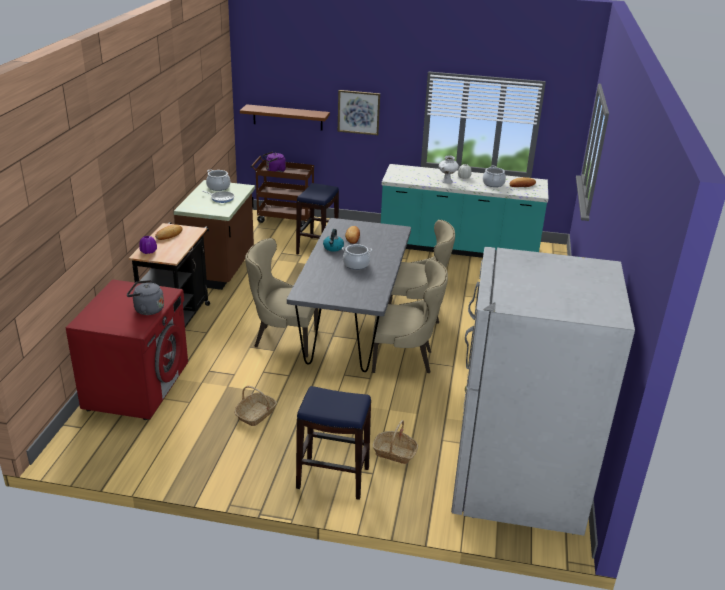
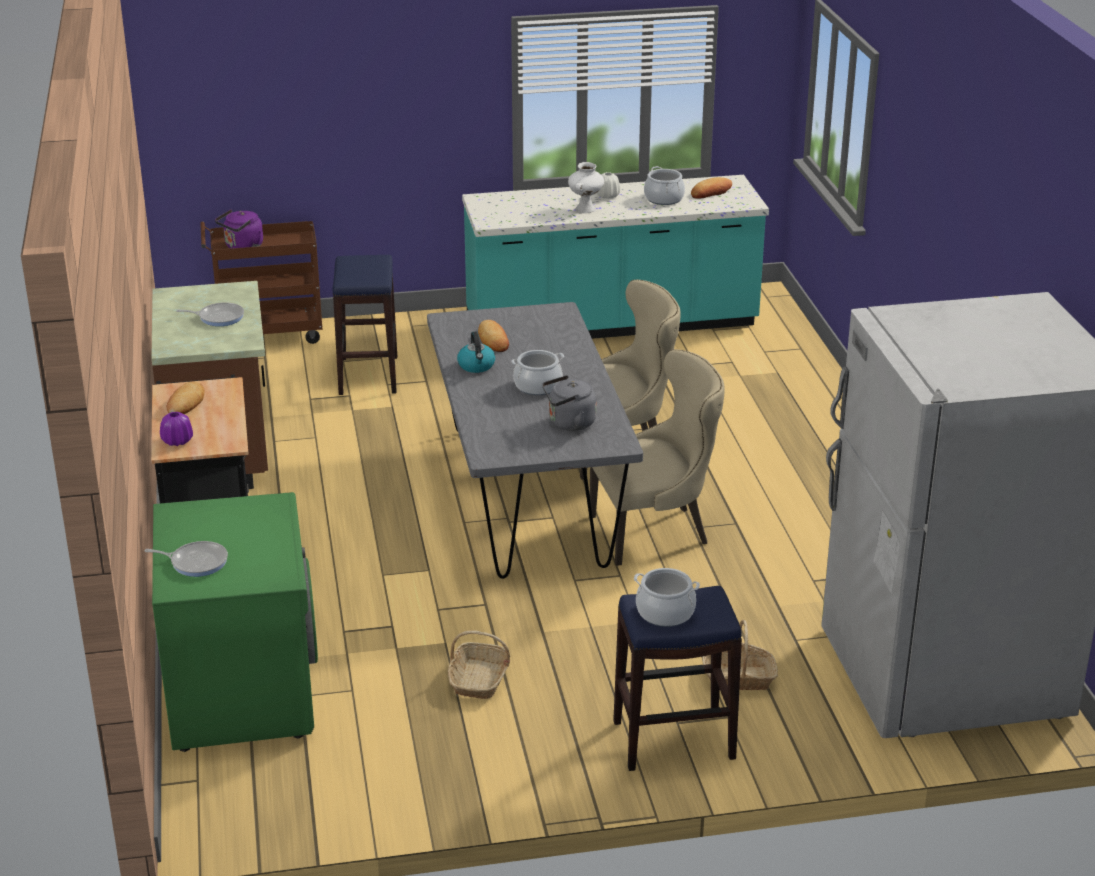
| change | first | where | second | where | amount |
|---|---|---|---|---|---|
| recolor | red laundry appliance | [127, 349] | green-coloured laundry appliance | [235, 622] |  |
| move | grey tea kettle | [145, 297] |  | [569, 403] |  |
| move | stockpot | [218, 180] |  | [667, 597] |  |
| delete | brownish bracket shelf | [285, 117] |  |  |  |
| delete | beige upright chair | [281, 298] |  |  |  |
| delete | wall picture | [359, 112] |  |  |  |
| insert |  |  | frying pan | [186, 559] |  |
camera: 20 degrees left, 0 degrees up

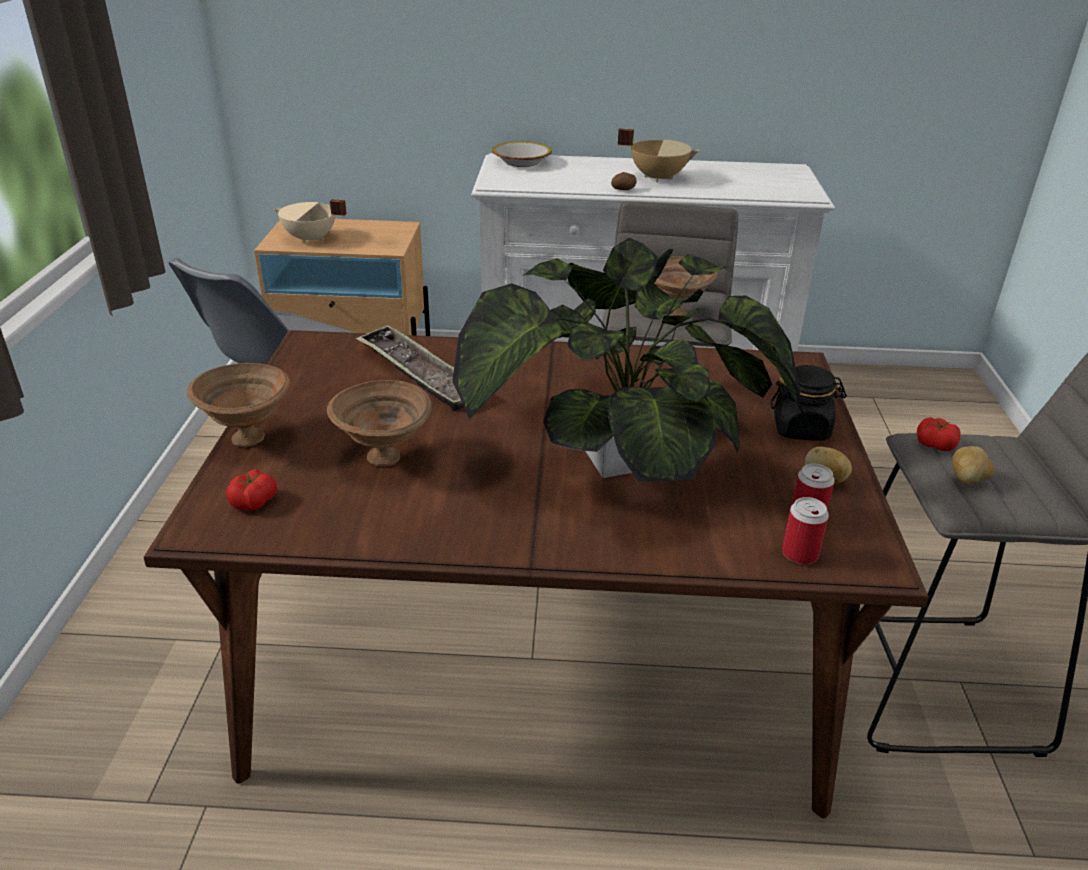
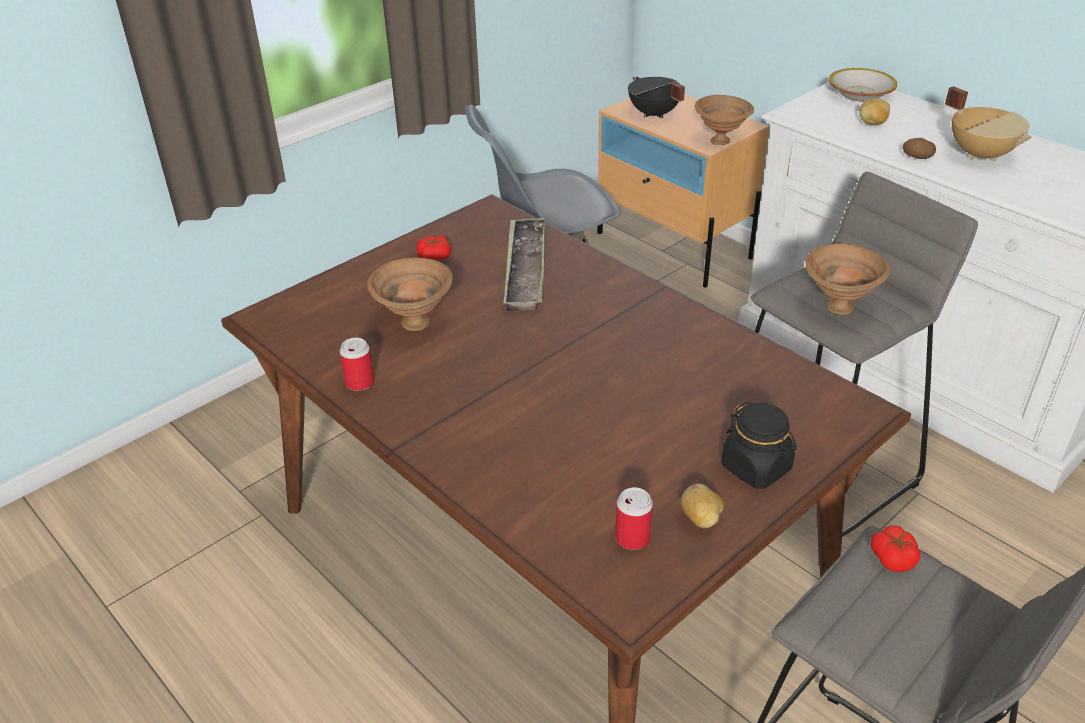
| change | first | where | second | where | amount |
|---|---|---|---|---|---|
| move | brownish bowl | [238, 405] |  | [724, 120] |  |
| move | tomato | [251, 490] |  | [433, 248] |  |
| recolor | beige stockpot | [310, 221] | blackish stockpot | [656, 97] |  |
| delete | houseplant | [627, 359] |  |  |  |
| move | sealed can | [805, 530] |  | [357, 364] |  |
| move | whole potato | [973, 465] |  | [875, 111] |  |
camera: 45 degrees right, 5 degrees up

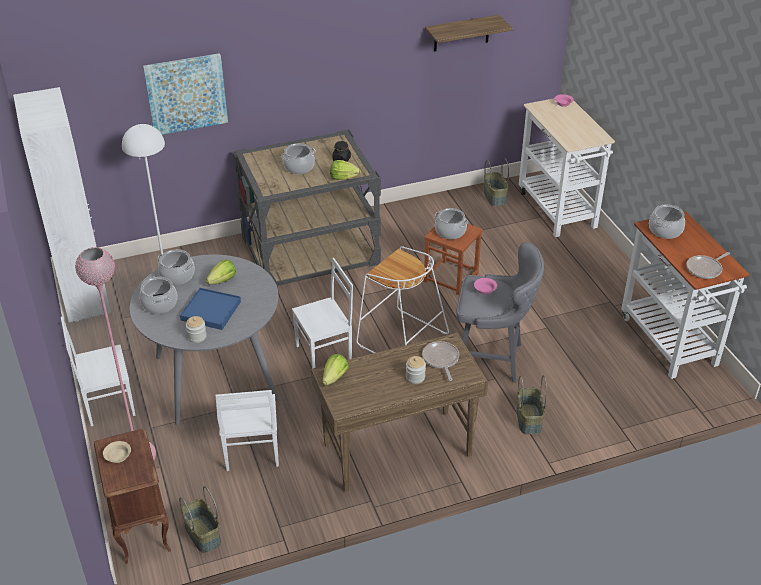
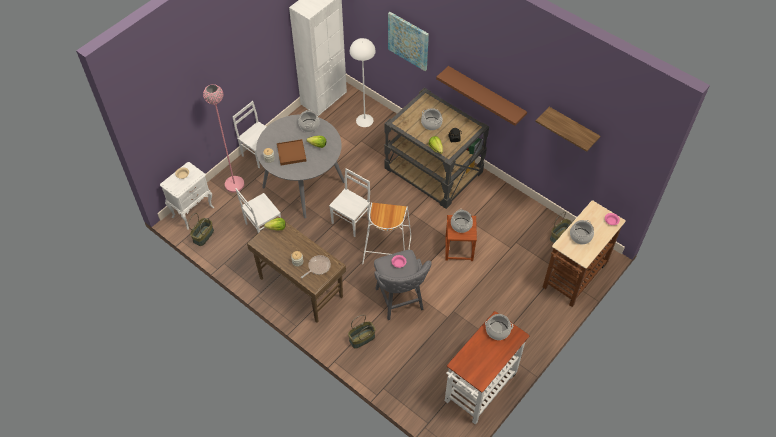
| change | first | where | second | where | amount |
|---|---|---|---|---|---|
| recolor | brownish bedside table | [132, 497] | whitish bedside table | [187, 196] |  |
| move | stockpot | [158, 295] |  | [582, 232] |  |
| recolor | bluish carrying tray | [210, 309] | brownish carrying tray | [291, 152] |  |
| rotate | whitish upright chair | [322, 313] |  | [349, 202] | 90 degrees counterclockwise |
| recolor | whitish trolley | [567, 167] | brownish trolley | [584, 253] |  |
| delete | frying pan | [708, 265] |  |  |  |
| insert |  |  | brownish bracket shelf | [481, 96] |  |
camera: 60 degrees right, 15 degrees up

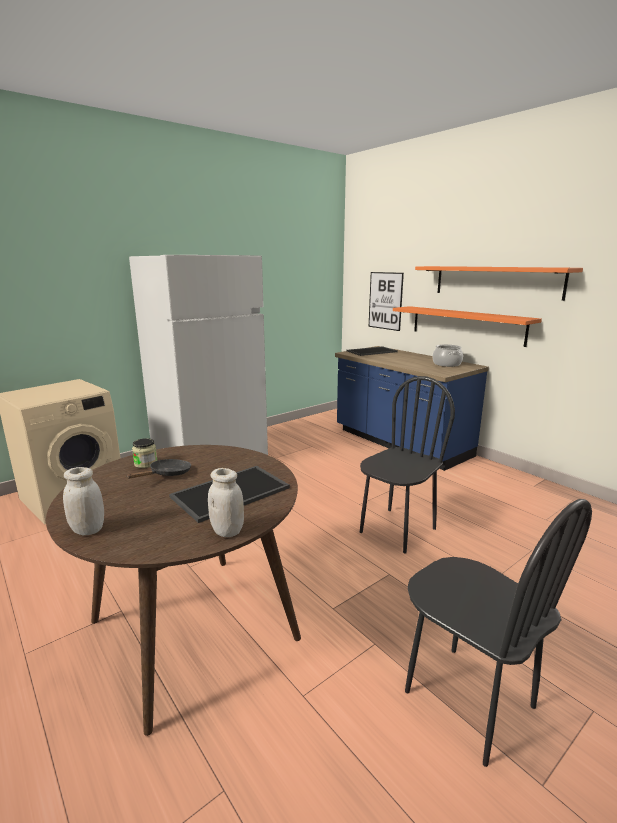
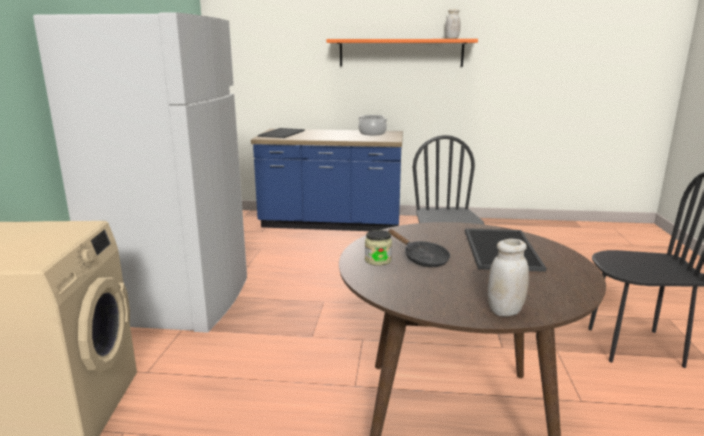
| change | first | where | second | where | amount |
|---|---|---|---|---|---|
| rotate | blackish frying pan | [158, 468] |  | [419, 248] | 150 degrees clockwise |
| move | whitish preserve jar | [226, 502] |  | [452, 24] |  |
| delete | wall picture | [386, 301] |  |  |  |
| delete | orange bracket shelf | [467, 326] |  |  |  |
camera: 45 degrees left, 0 degrees up

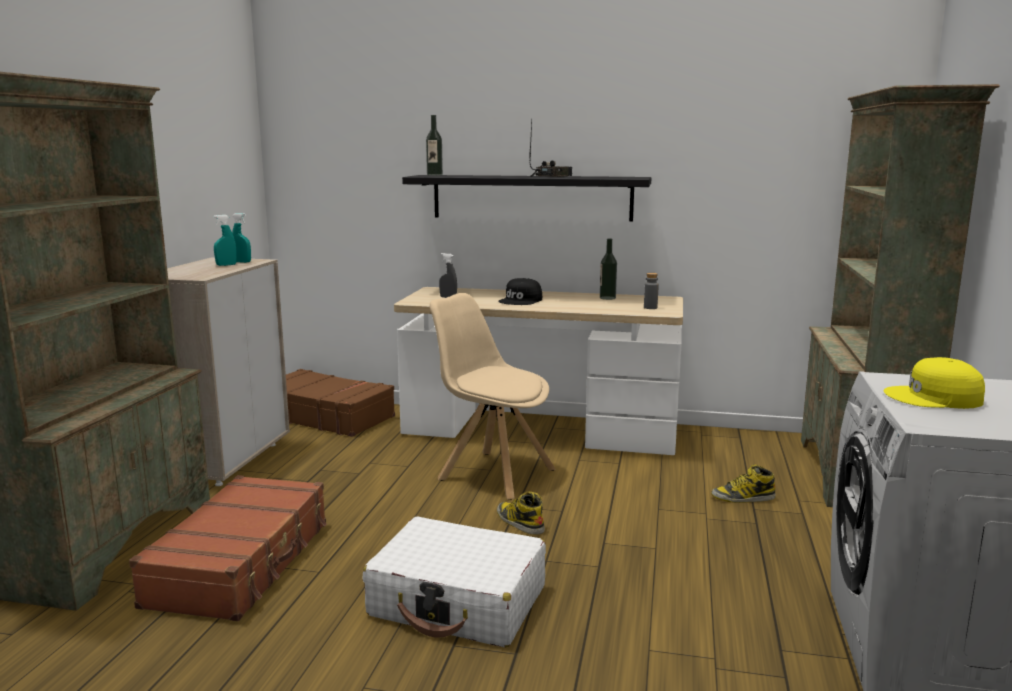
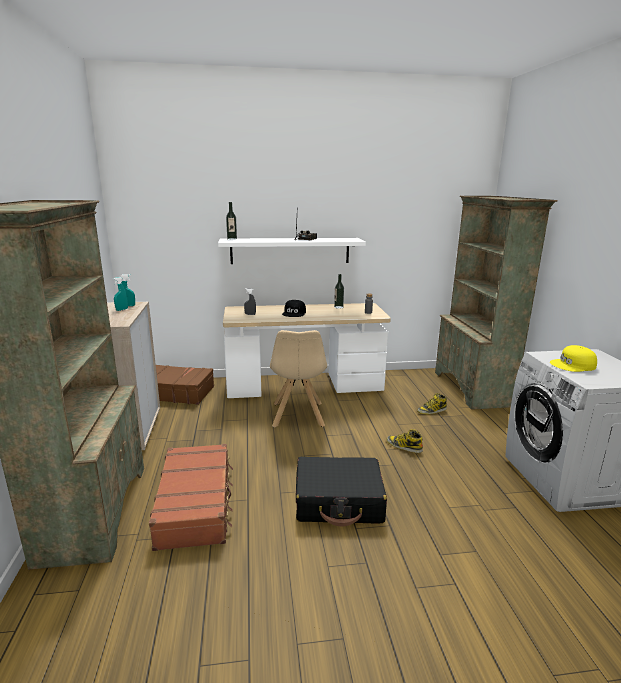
| change | first | where | second | where | amount |
|---|---|---|---|---|---|
| recolor | whitish suitcase | [454, 582] | blackish suitcase | [341, 491] |  |
| recolor | blackish bracket shelf | [526, 198] | whitish bracket shelf | [292, 251] |  |
| rotate | beige upright chair | [493, 396] |  | [298, 378] | 105 degrees counterclockwise |
| move | high-top boot | [521, 513] |  | [404, 441] |  |
camera: 20 degrees left, 5 degrees up

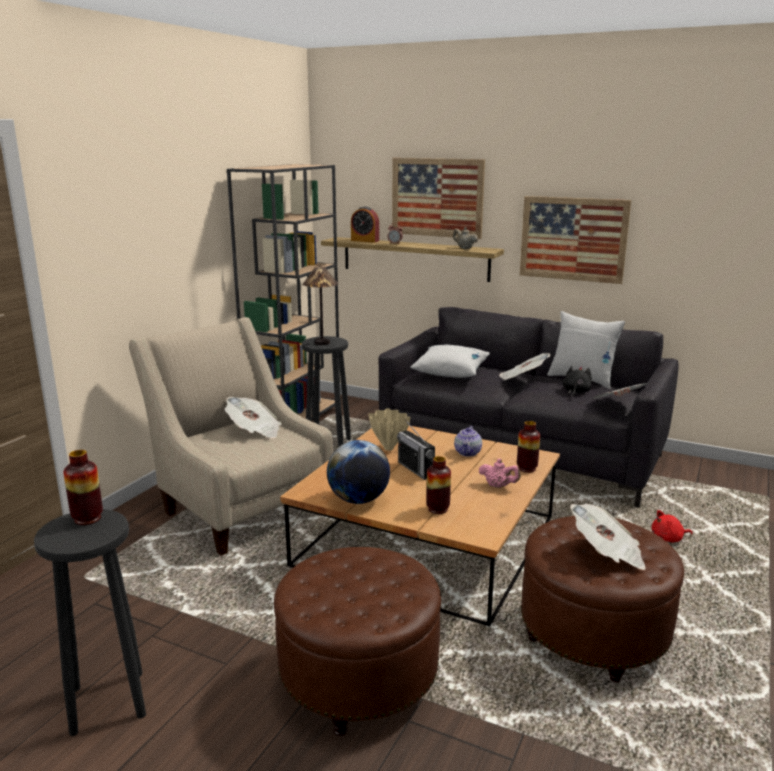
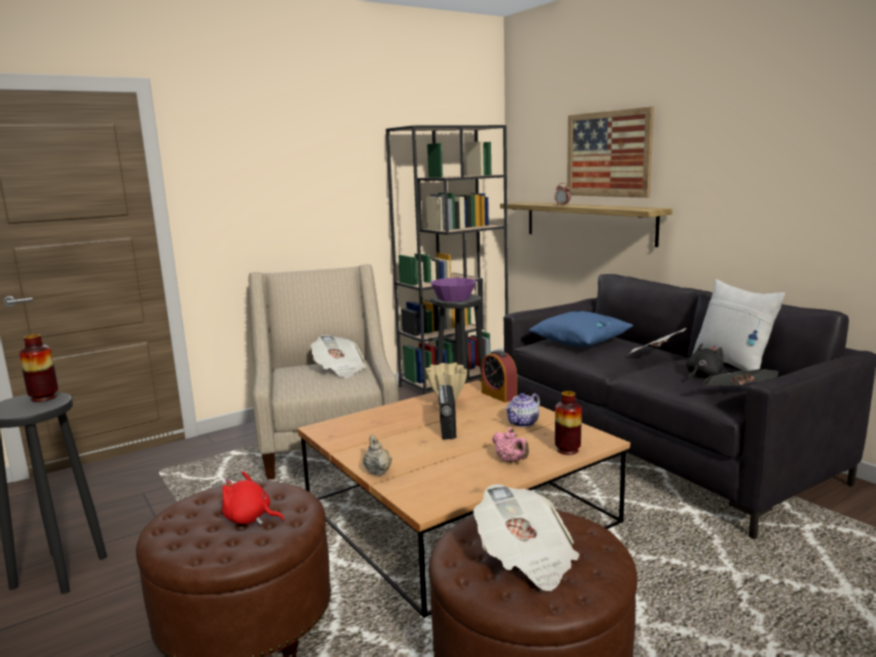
| change | first | where | second | where | amount |
|---|---|---|---|---|---|
| replace | lamp for a table | [320, 306] | purple-coloured bowl | [453, 290] |  |
| delete | world globe | [358, 472] |  |  |  |
| move | alarm clock | [365, 225] |  | [499, 376] |  |
| recolor | grey throw pillow | [450, 361] | bluish throw pillow | [581, 329] |  |
| delete | flower vase | [438, 485] |  |  |  |
| move | beige pot for tea | [465, 238] |  | [377, 455] |  |
| delete | wall picture | [575, 240] |  |  |  |
| move | red cuddly toy | [672, 526] |  | [253, 498] |  |
camera: 30 degrees right, 5 degrees down

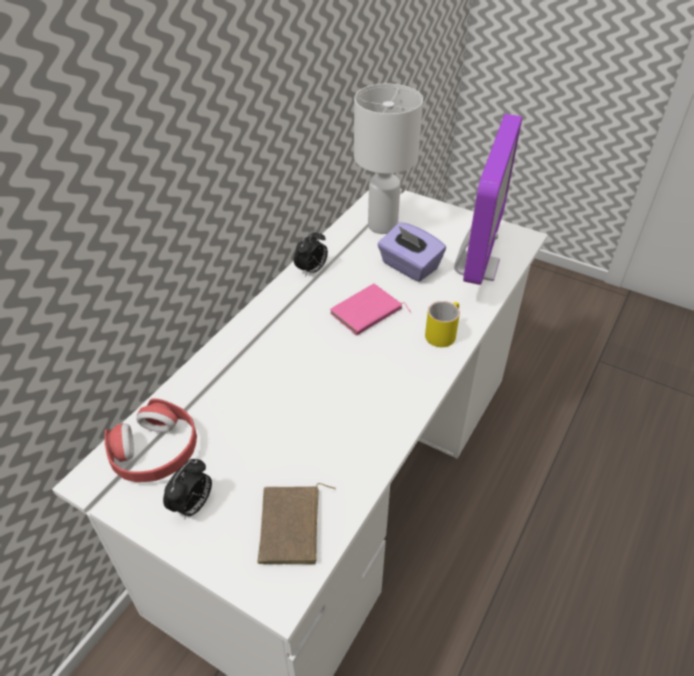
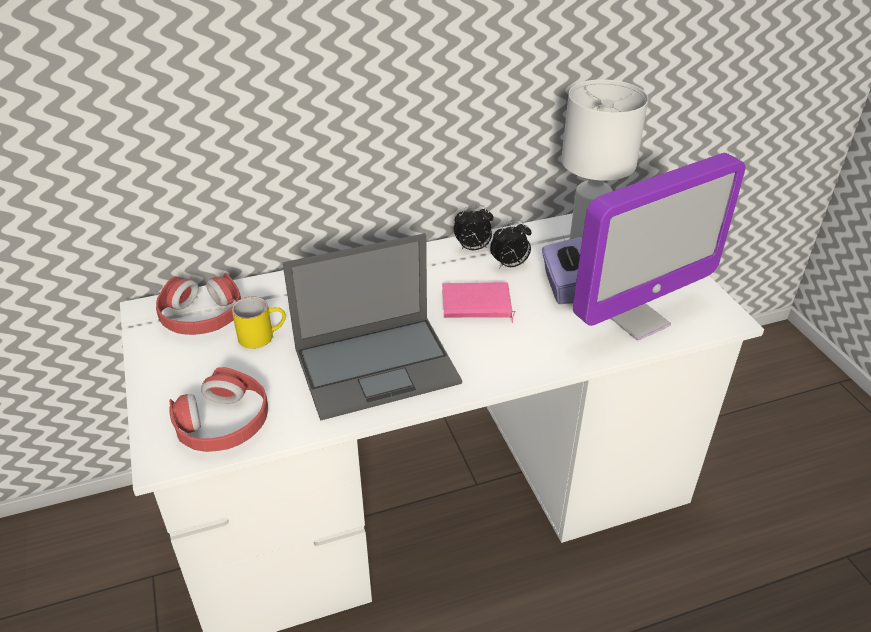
| change | first | where | second | where | amount |
|---|---|---|---|---|---|
| move | alarm clock | [187, 489] |  | [511, 245] |  |
| replace | brownish book | [296, 524] | red headphones | [218, 409] |  |
| move | yellowish coffee mug | [442, 324] |  | [259, 323] |  |
| insert |  |  | notebook computer | [372, 327] |  |
camera: 40 degrees right, 5 degrees down

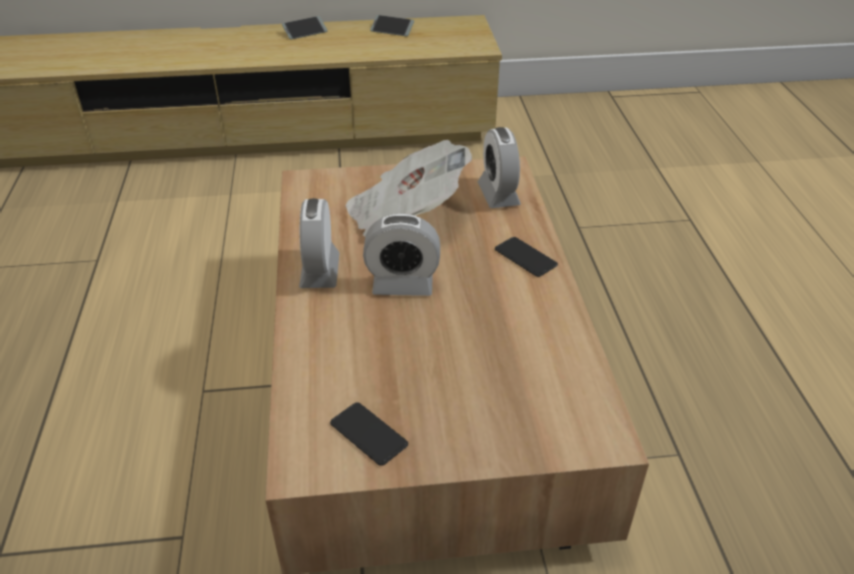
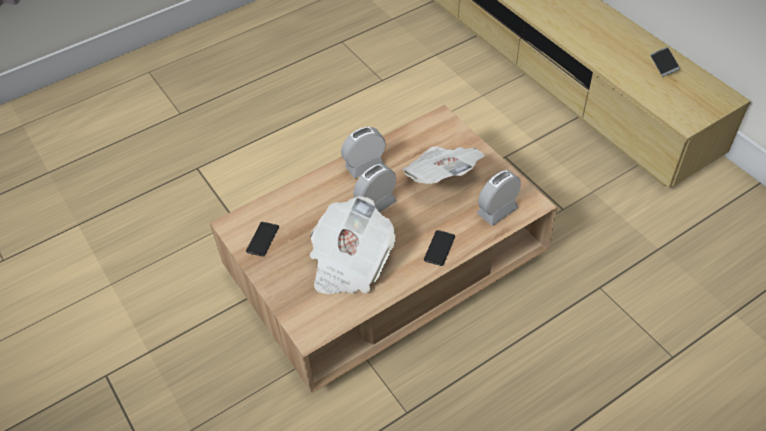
| change | first | where | second | where | amount |
|---|---|---|---|---|---|
| delete | phone | [305, 28] |  |  |  |
| rotate | alarm clock | [401, 254] |  | [374, 188] | 75 degrees clockwise |
| insert |  |  | daily paper | [352, 245] |  |
camera: 65 degrees right, 10 degrees up

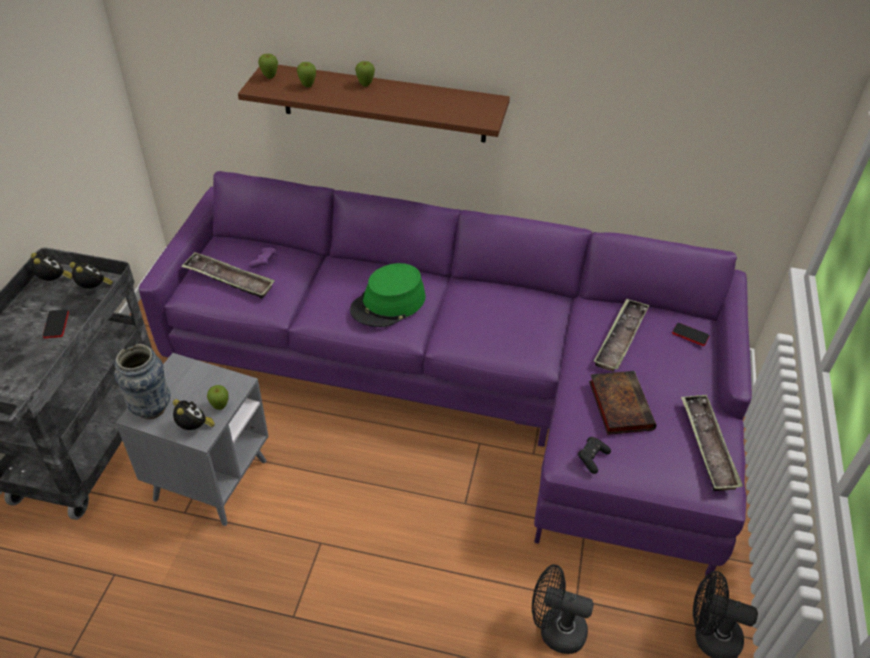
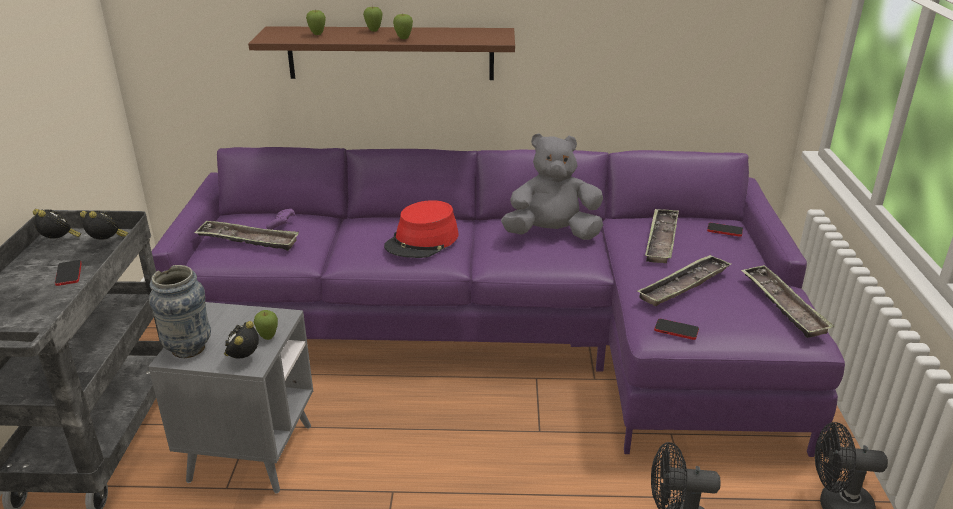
| change | first | where | second | where | amount |
|---|---|---|---|---|---|
| rotate | alarm clock | [194, 414] |  | [241, 340] | 120 degrees counterclockwise |
| move | apple fruit | [268, 66] |  | [403, 26] |  |
| recolor | green-coloured wearable hat | [388, 295] | red wearable hat | [421, 229] |  |
| replace | blackish game controller | [594, 455] | phone | [676, 329] |  |
| replace | book | [622, 403] | carrying tray | [684, 280] |  |
| insert |  |  | grey cuddly toy | [552, 186] |  |
camera: 10 degrees left, 15 degrees down

